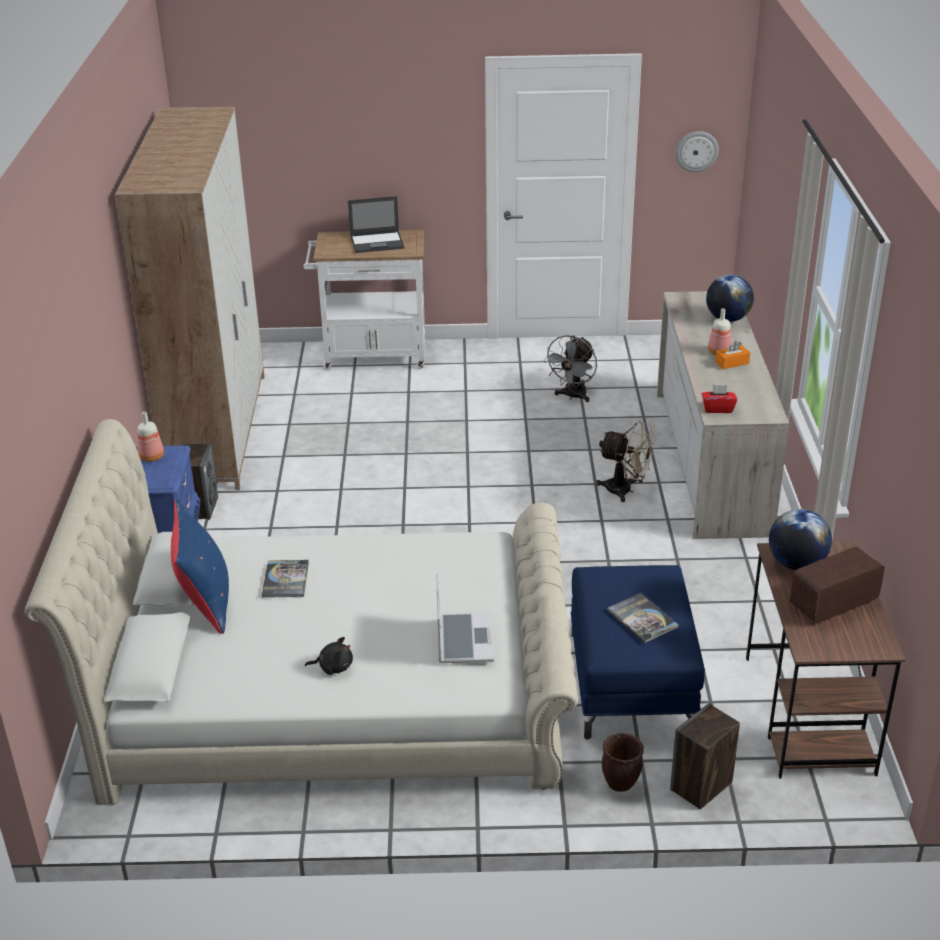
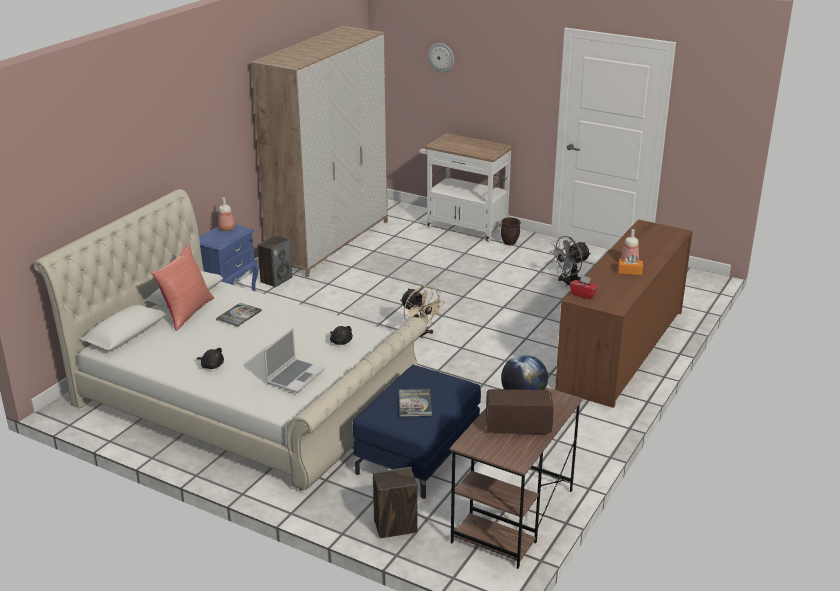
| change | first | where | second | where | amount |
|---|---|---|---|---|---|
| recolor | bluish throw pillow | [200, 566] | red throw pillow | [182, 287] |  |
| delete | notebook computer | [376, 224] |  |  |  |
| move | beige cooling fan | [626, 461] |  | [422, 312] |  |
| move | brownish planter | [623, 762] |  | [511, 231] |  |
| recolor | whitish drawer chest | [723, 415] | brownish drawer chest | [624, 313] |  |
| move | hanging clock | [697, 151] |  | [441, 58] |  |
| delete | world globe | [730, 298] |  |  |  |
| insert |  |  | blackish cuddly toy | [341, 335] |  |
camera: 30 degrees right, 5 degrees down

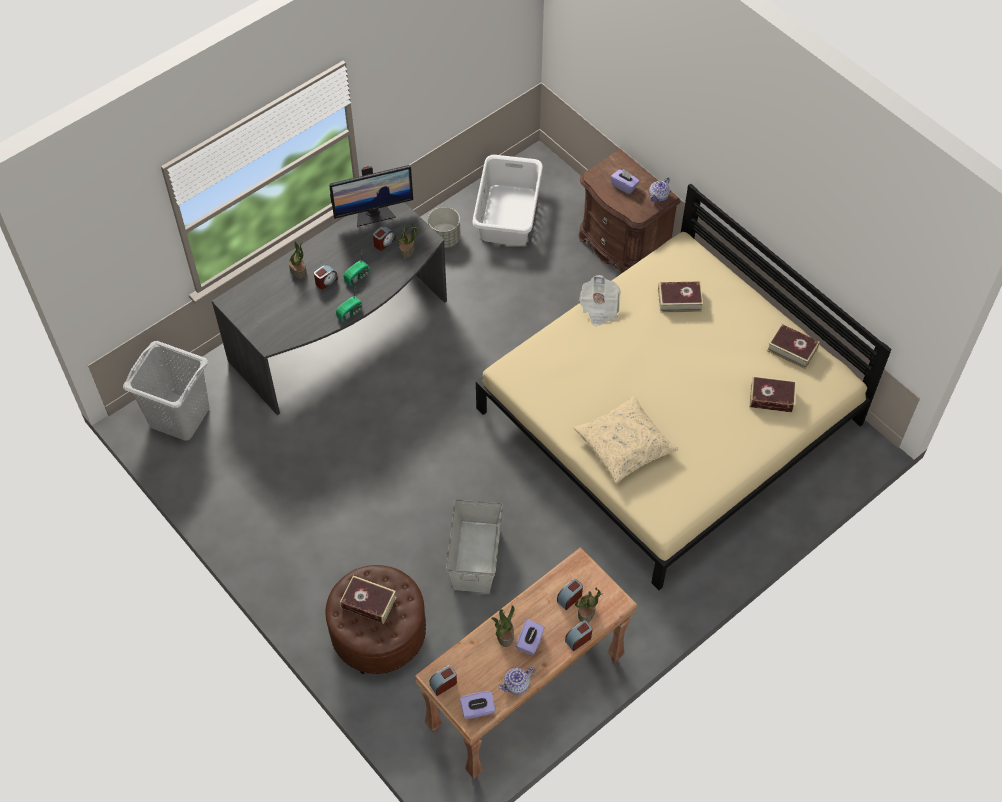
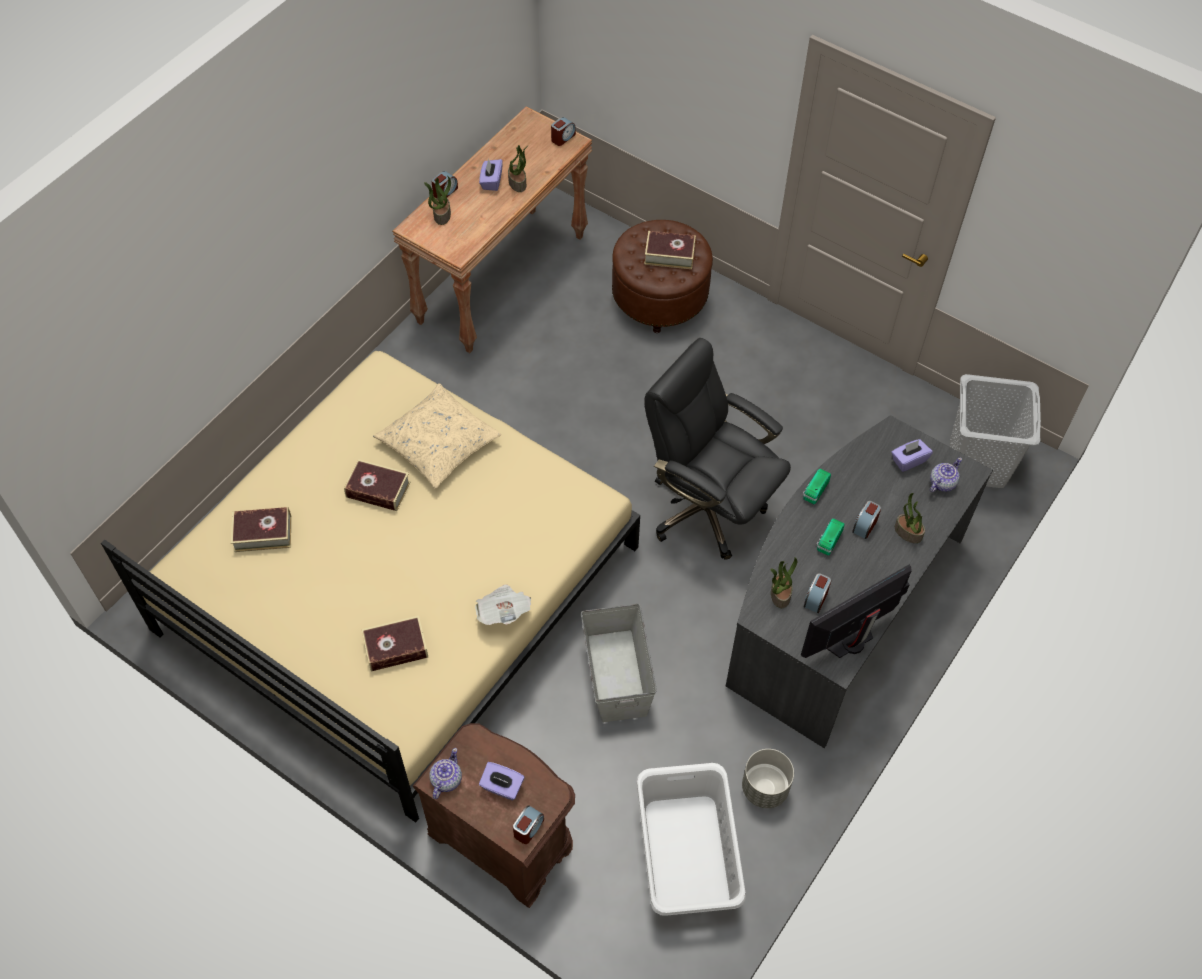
| change | first | where | second | where | amount |
|---|---|---|---|---|---|
| move | grey storage bin | [474, 546] |  | [619, 663] |  |
| move | purple-coloured tissue holder | [477, 705] |  | [911, 455] |  |
| move | pot for tea | [516, 681] |  | [946, 474] |  |
| move | alarm clock | [570, 594] |  | [528, 825] |  |
| move | book | [793, 346] |  | [377, 485] |  |
| insert |  |  | blackish office chair | [717, 449] |  |
camera: 165 degrees right, 0 degrees up

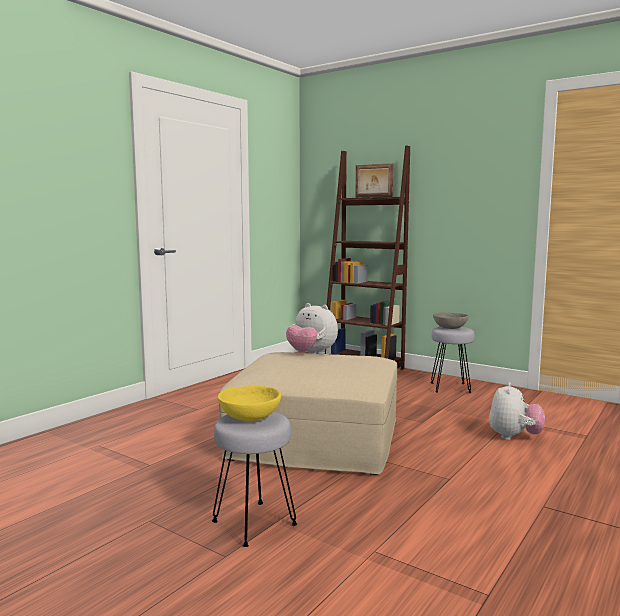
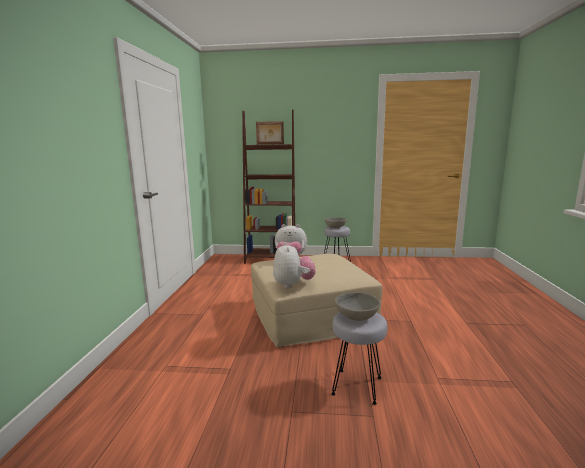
| change | first | where | second | where | amount |
|---|---|---|---|---|---|
| recolor | yellowish bowl | [249, 403] | grey bowl | [357, 306] |  |
| move | cuddly toy | [517, 411] |  | [294, 265] |  |
camera: 30 degrees left, 5 degrees up

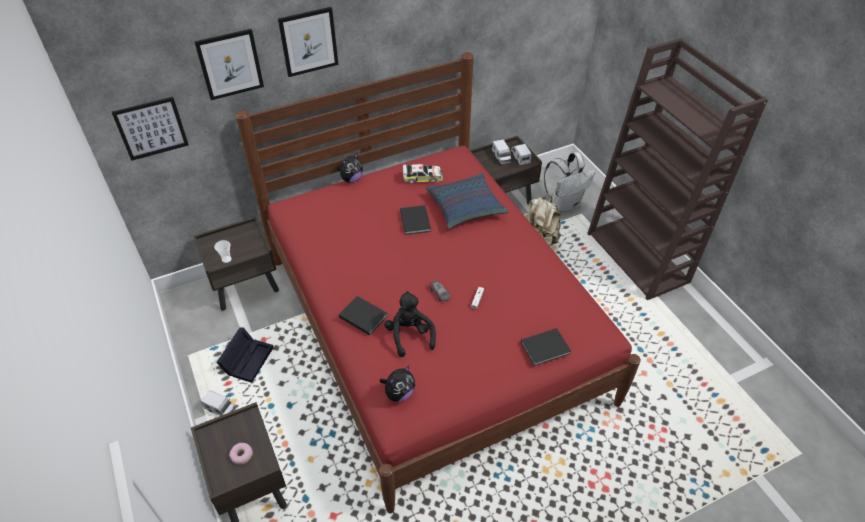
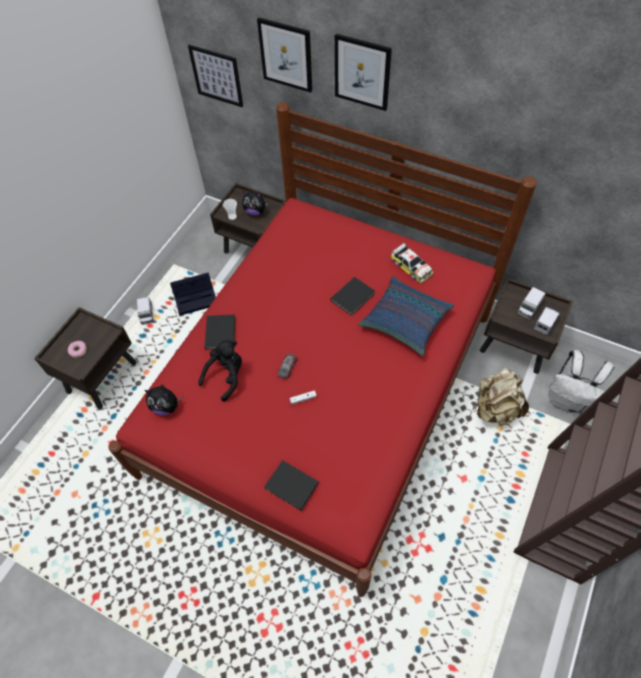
| change | first | where | second | where | amount |
|---|---|---|---|---|---|
| move | cuddly toy | [350, 168] |  | [255, 203] |  |
camera: 55 degrees right, 10 degrees up

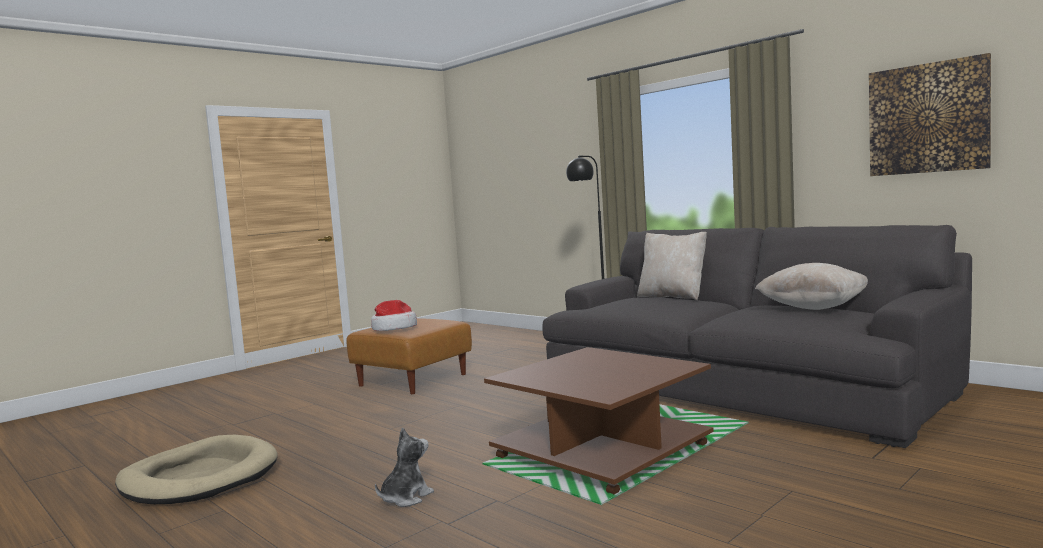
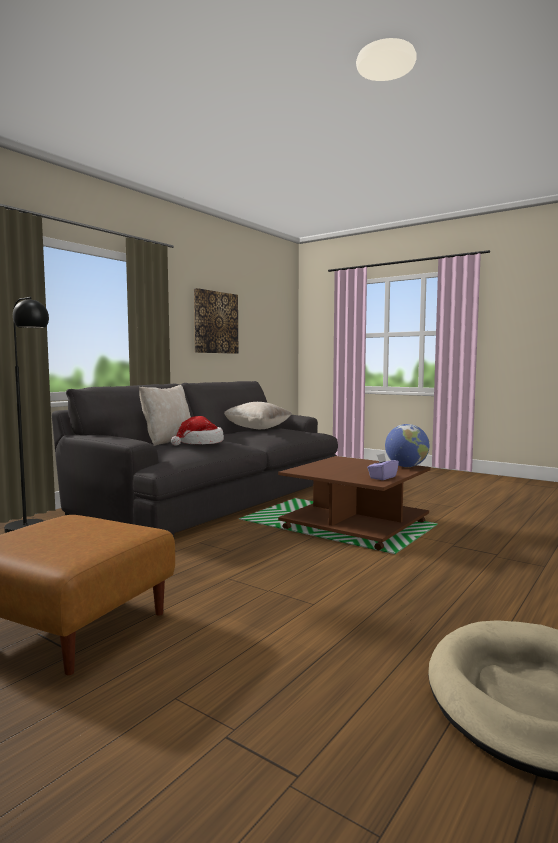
| change | first | where | second | where | amount |
|---|---|---|---|---|---|
| move | wearable hat | [394, 315] |  | [197, 431] |  |
| delete | cuddly toy | [404, 467] |  |  |  |
| insert |  |  | purple-coloured tissue holder | [383, 467] |  |
| insert |  |  | world globe | [407, 445] |  |
camera: 100 degrees left, 0 degrees up

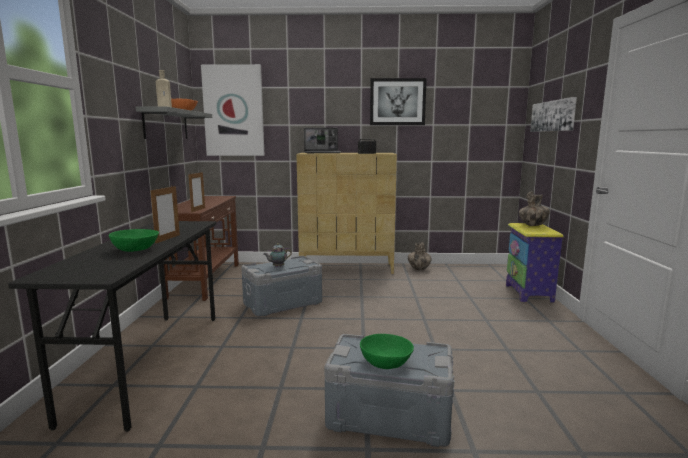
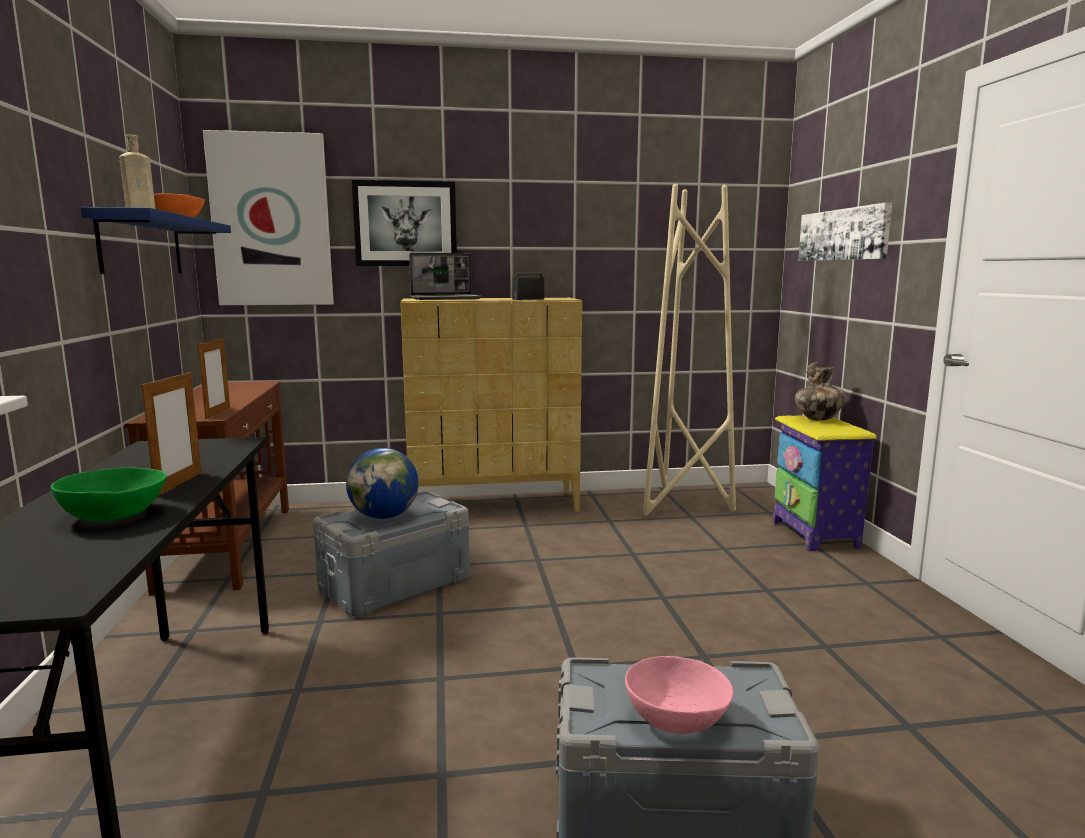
| change | first | where | second | where | amount |
|---|---|---|---|---|---|
| recolor | grey bracket shelf | [174, 122] | bluish bracket shelf | [156, 240] |  |
| replace | pot for tea | [277, 255] | world globe | [382, 483] |  |
| recolor | green-coloured bowl | [387, 351] | pink bowl | [679, 695] |  |
| move | wall picture | [398, 101] |  | [404, 223] |  |
| delete | flower vase | [420, 256] |  |  |  |
| insert |  |  | beige garment rack | [689, 350] |  |
camera: 10 degrees left, 0 degrees up

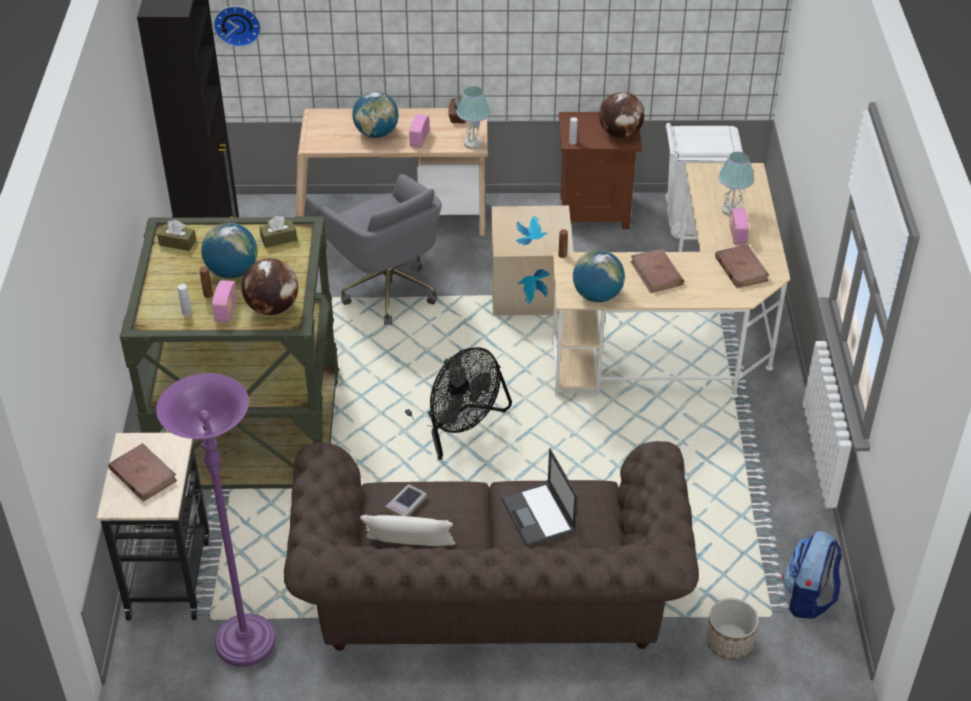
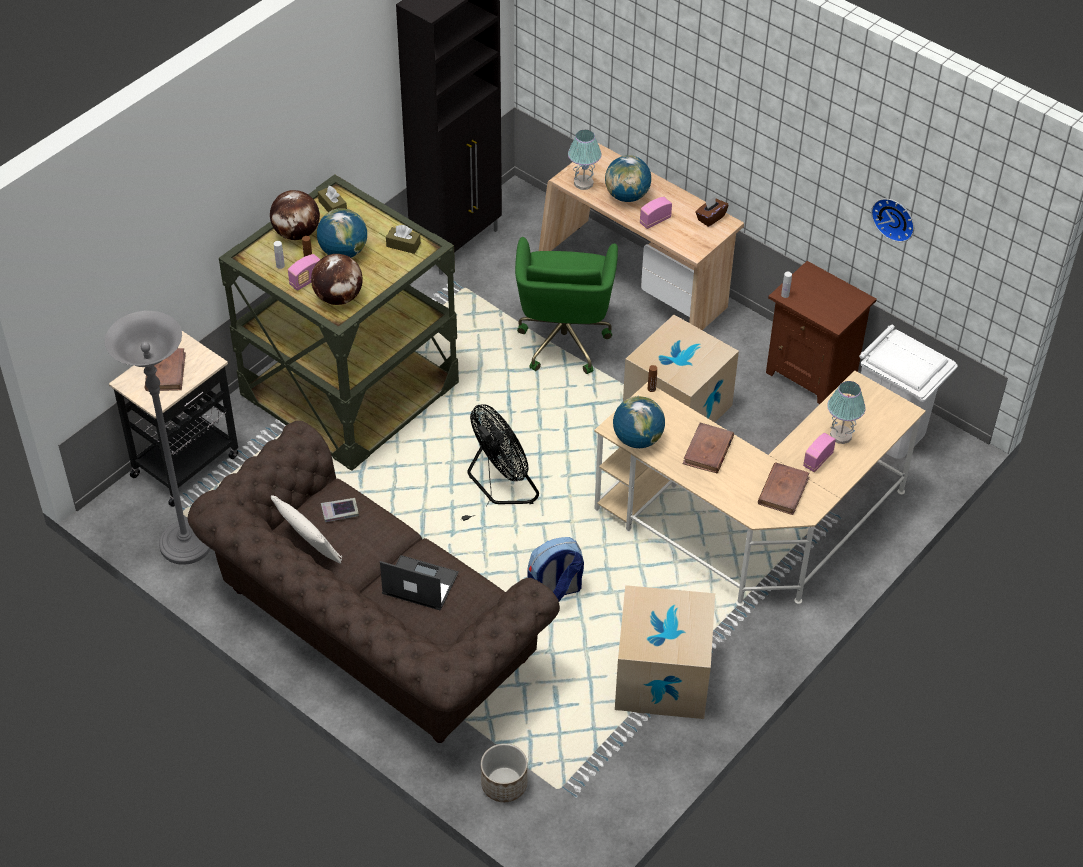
| change | first | where | second | where | amount |
|---|---|---|---|---|---|
| recolor | purple-coloured floor lamp | [216, 520] | grey floor lamp | [158, 438] |  |
| move | hanging clock | [237, 26] |  | [892, 220] |  |
| recolor | grey office chair | [381, 249] | green-coloured office chair | [566, 305] |  |
| rotate | blackish cooling fan | [458, 403] |  | [500, 462] | 120 degrees counterclockwise |
| move | lamp for a table | [473, 118] |  | [585, 160] |  |
| rotate | notebook computer | [539, 497] |  | [419, 583] | 90 degrees clockwise |
| move | world globe | [622, 115] |  | [295, 215] |  |
| move | rucksack | [812, 575] |  | [555, 569] |  |
| insert |  |  | cardboard box | [665, 652] |  |
camera: 40 degrees right, 5 degrees up

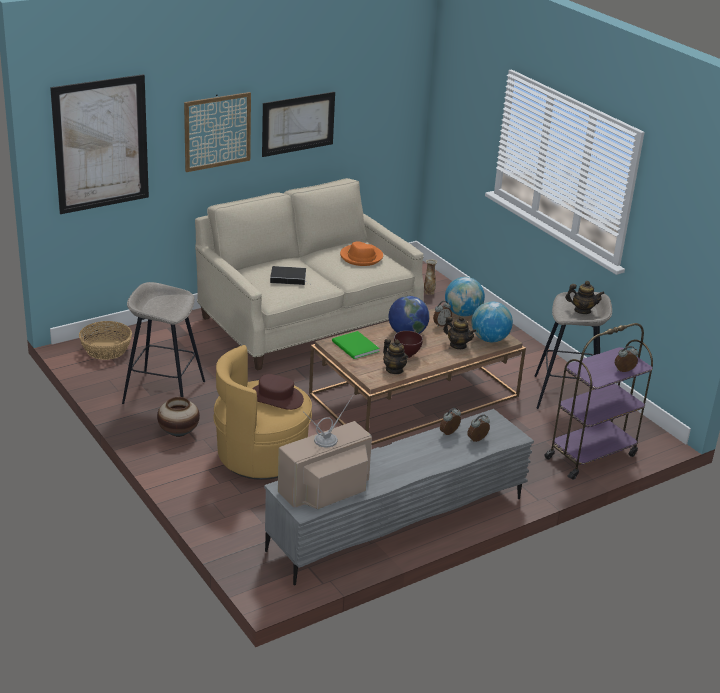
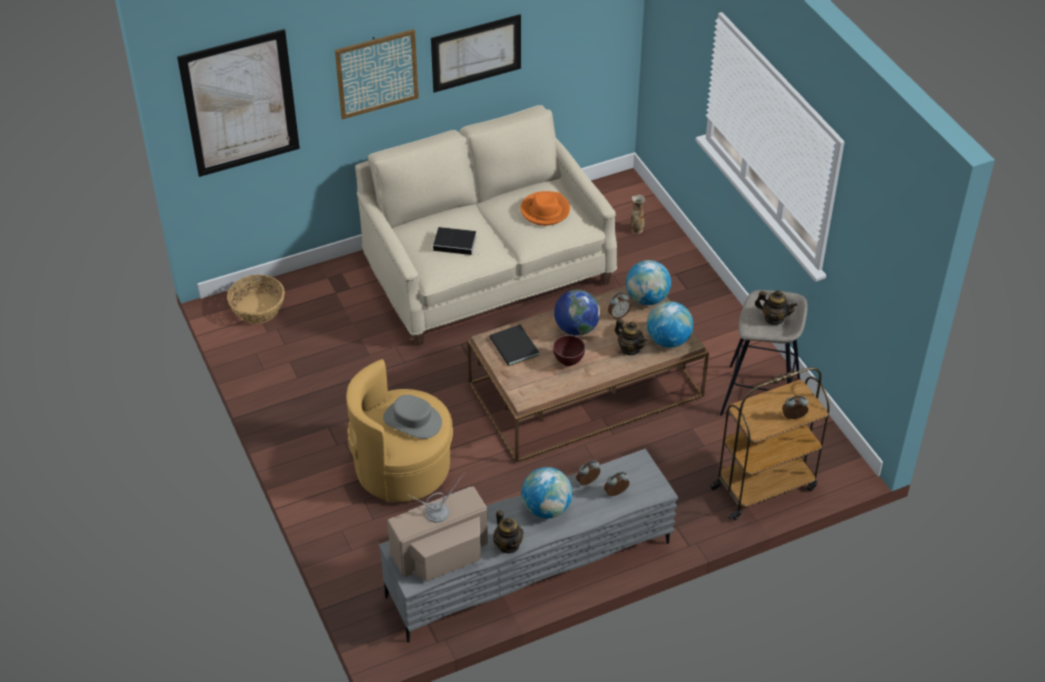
| change | first | where | second | where | amount |
|---|---|---|---|---|---|
| delete | grey stool | [163, 343] |  |  |  |
| delete | flower vase | [178, 417] |  |  |  |
| recolor | brownish wearable hat | [278, 392] | grey wearable hat | [412, 417] |  |
| recolor | green-coloured book | [356, 345] | blackish book | [514, 345] |  |
| move | pot for tea | [395, 356] |  | [508, 532] |  |
| recolor | purple-coloured trolley | [598, 401] | brownish trolley | [770, 444] |  |
| insert |  |  | world globe | [547, 493] |  |
camera: 10 degrees right, 15 degrees up

